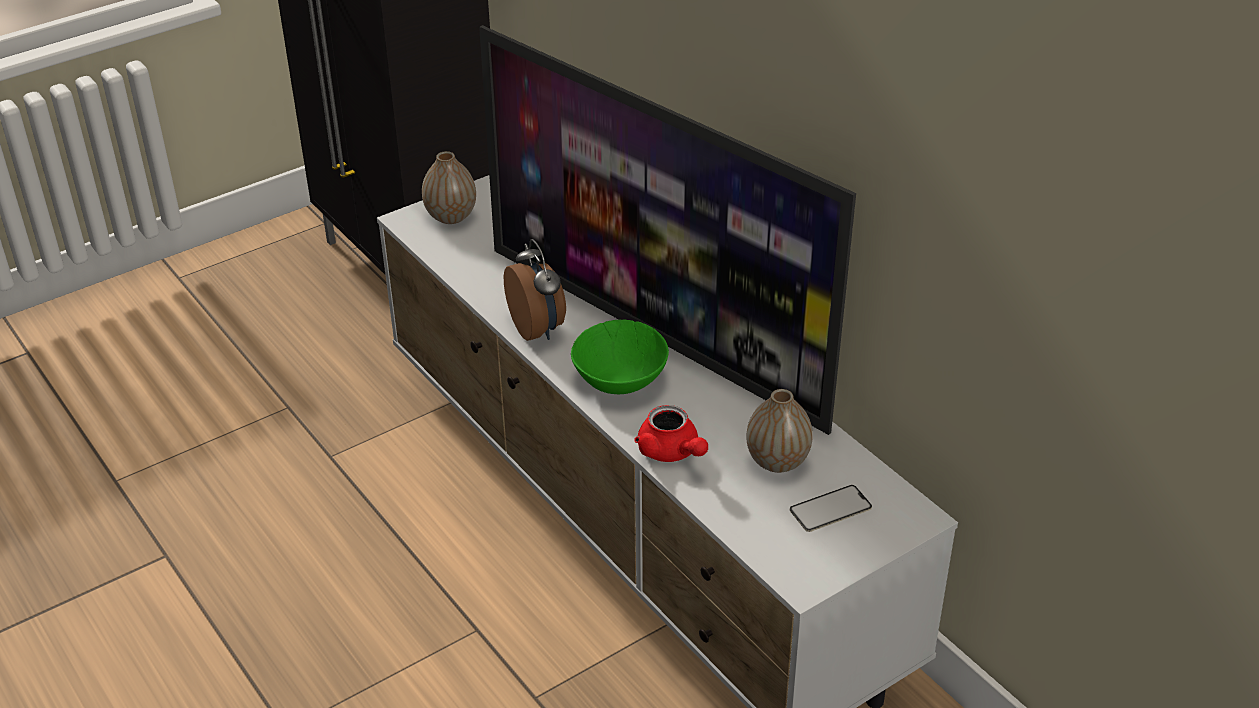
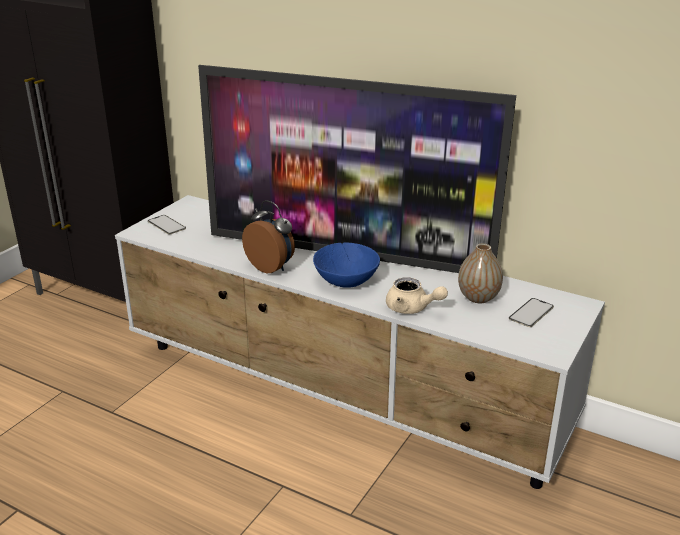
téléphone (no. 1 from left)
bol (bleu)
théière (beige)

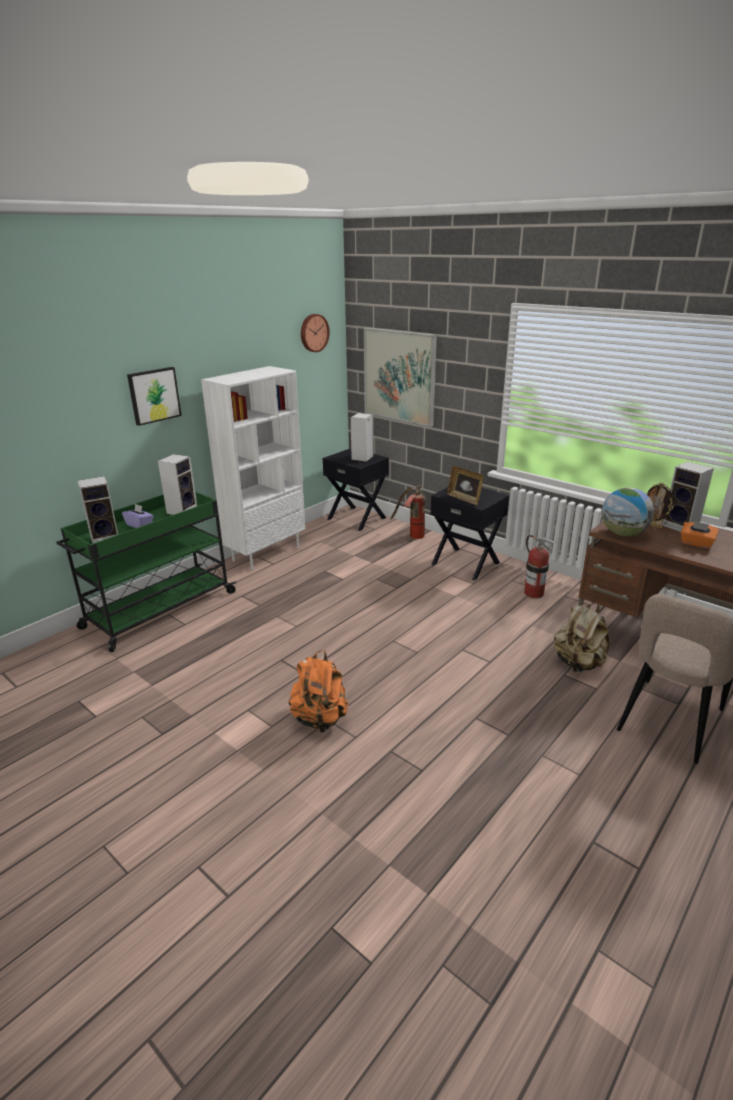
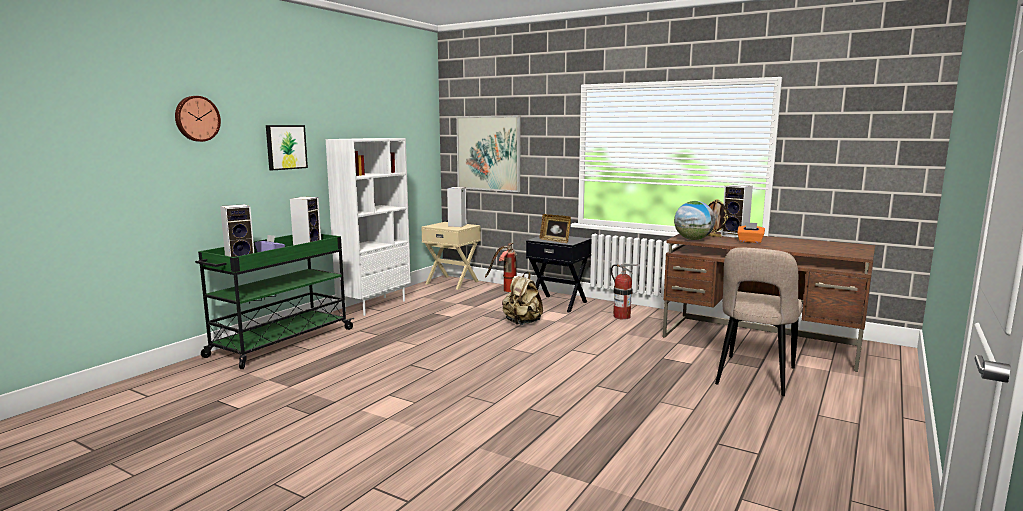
sac à dos (orange)
horloge murale
table de chevet (beige)
sac à dos (beige)

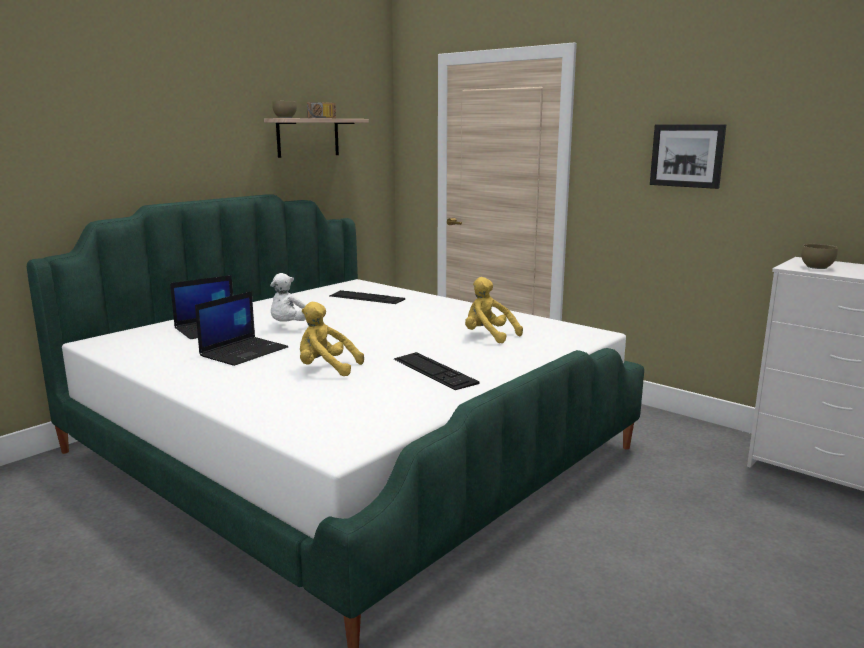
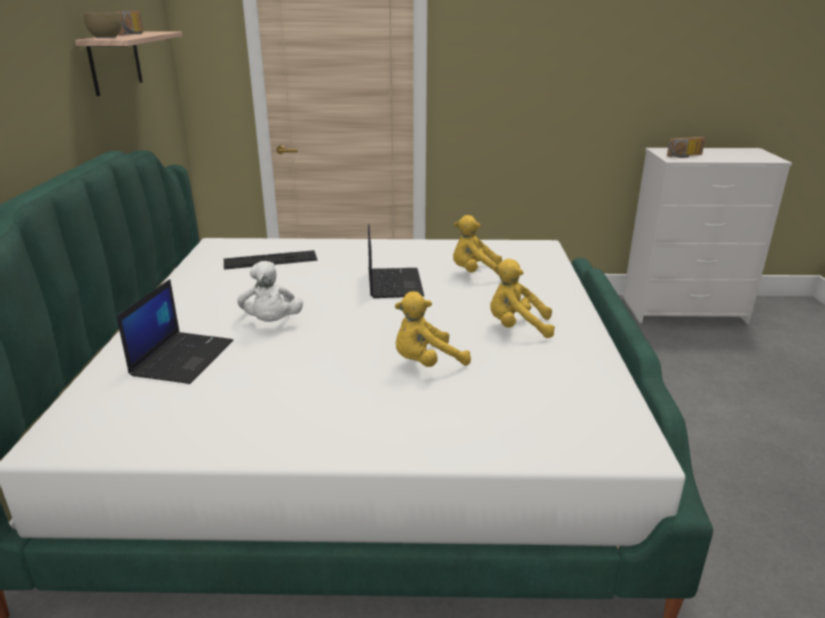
ordinateur portable (no. 2 from left)
peluche (jaune) (no. 3 from left)
tableau
radio (no. 2 from left)

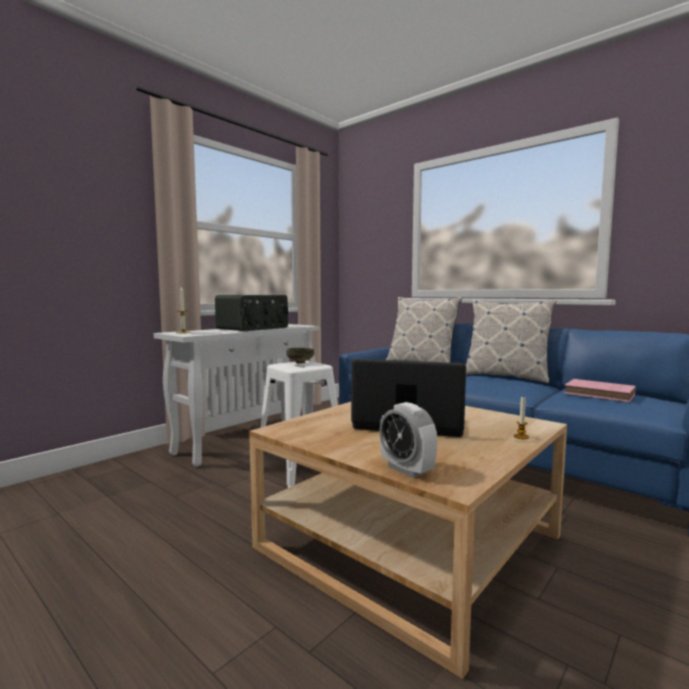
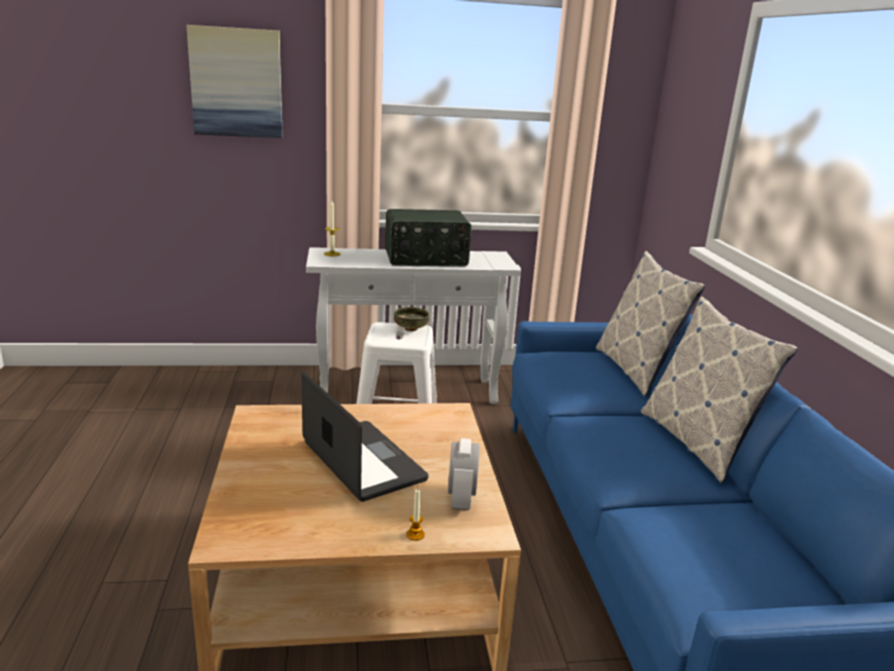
réveil
livre (rose)
tableau

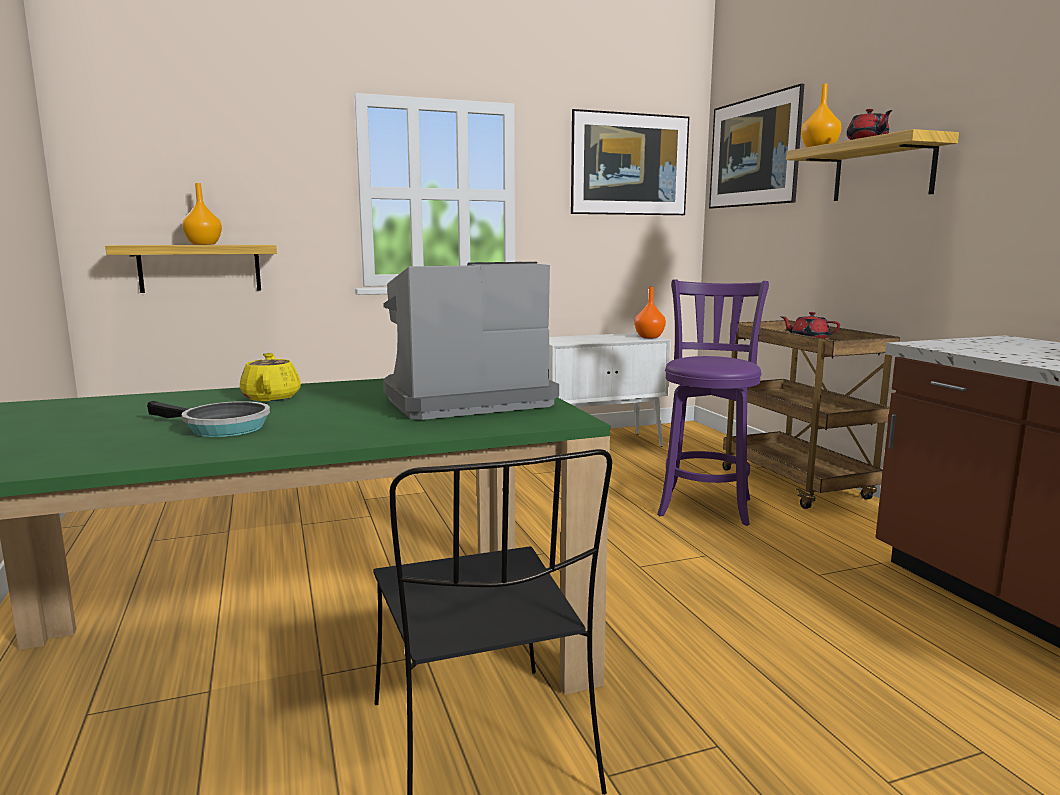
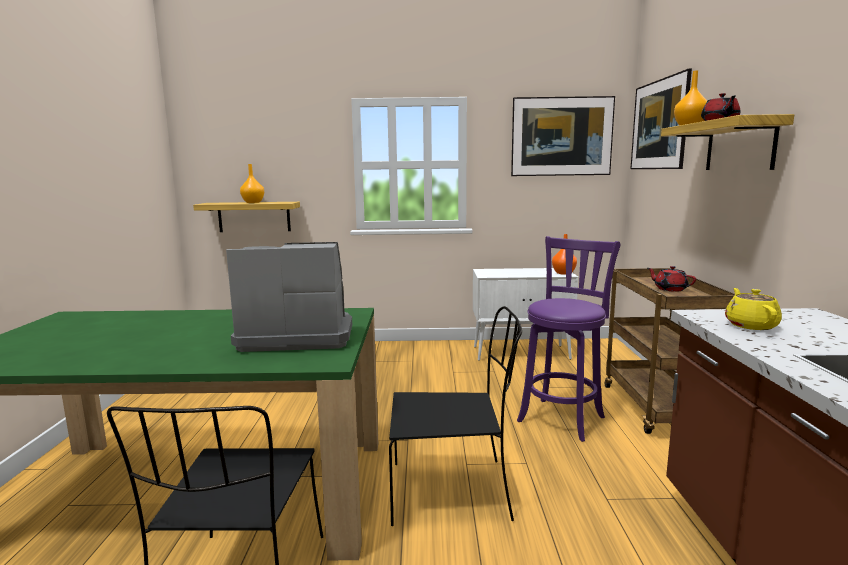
poêle
théière (jaune)
chaise (noir) (no. 2 from left)

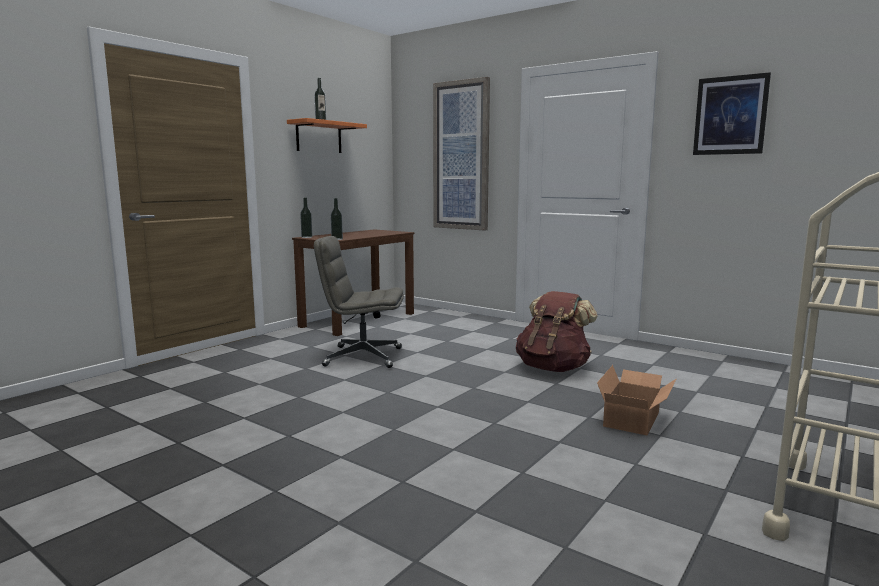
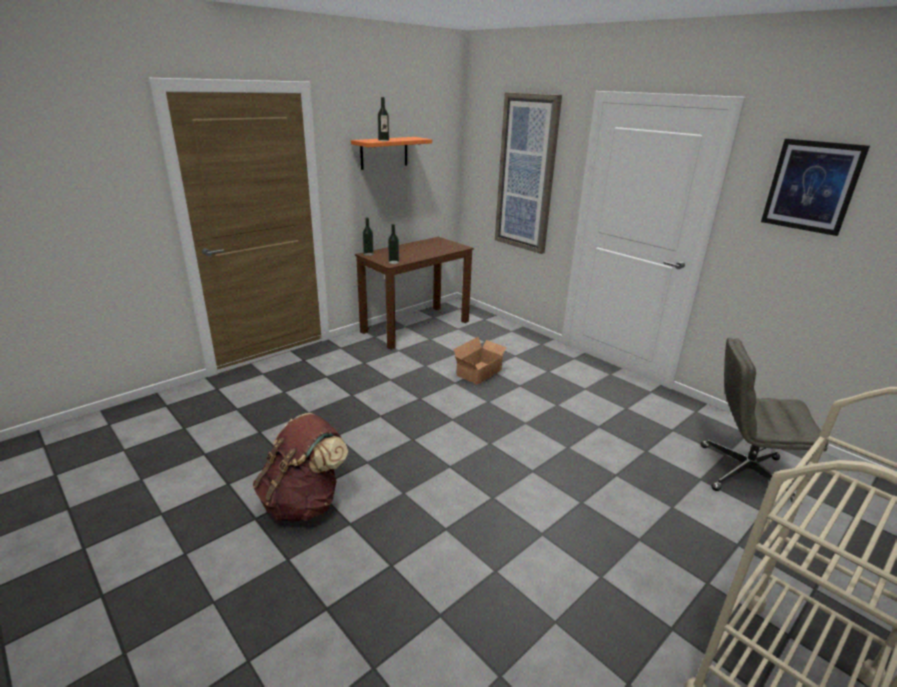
chaise de bureau (gris)
sac à dos (marron)
carton

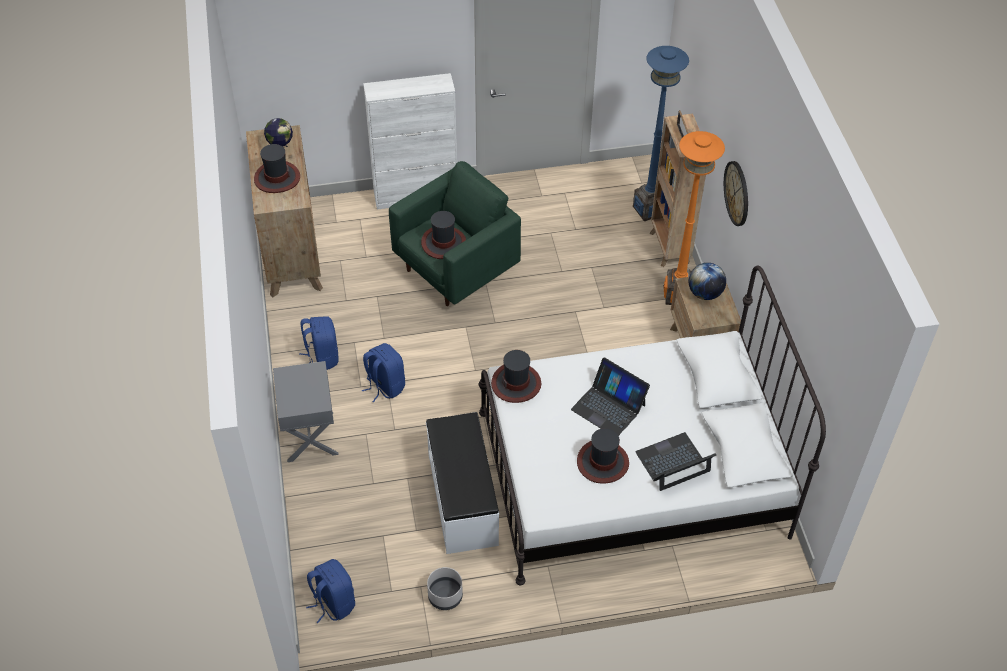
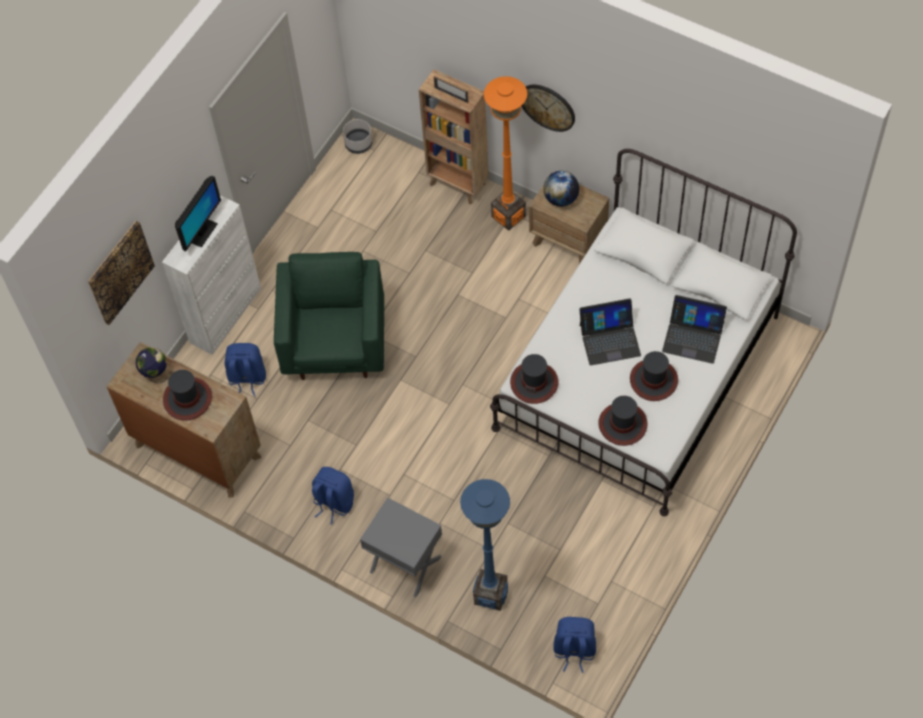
sac à dos (bleu) (no. 1 from left)
chapeau (no. 3 from left)
banc (blanc)
cache-pot (gris)
lampadaire (bleu)
ordinateur portable (no. 2 from left)
tableau
écran d'ordinateur

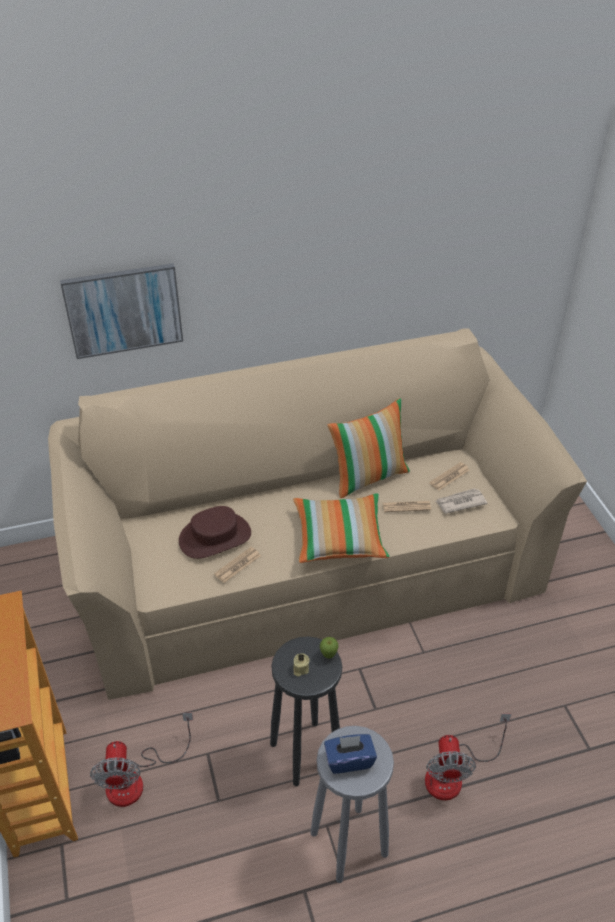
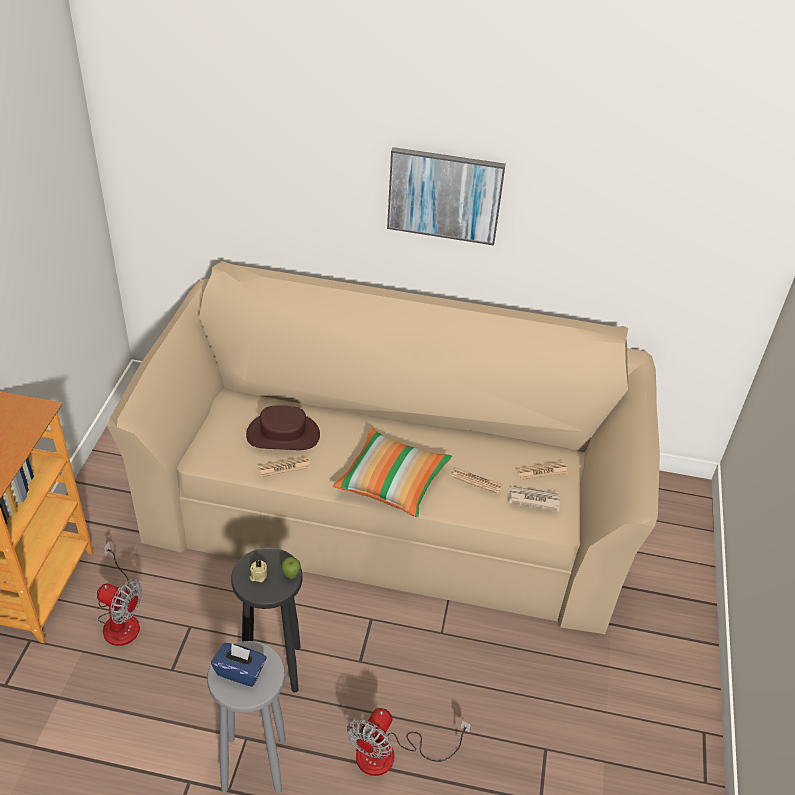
tableau
ventilateur (no. 1 from left)
coussin (no. 2 from left in the first image)

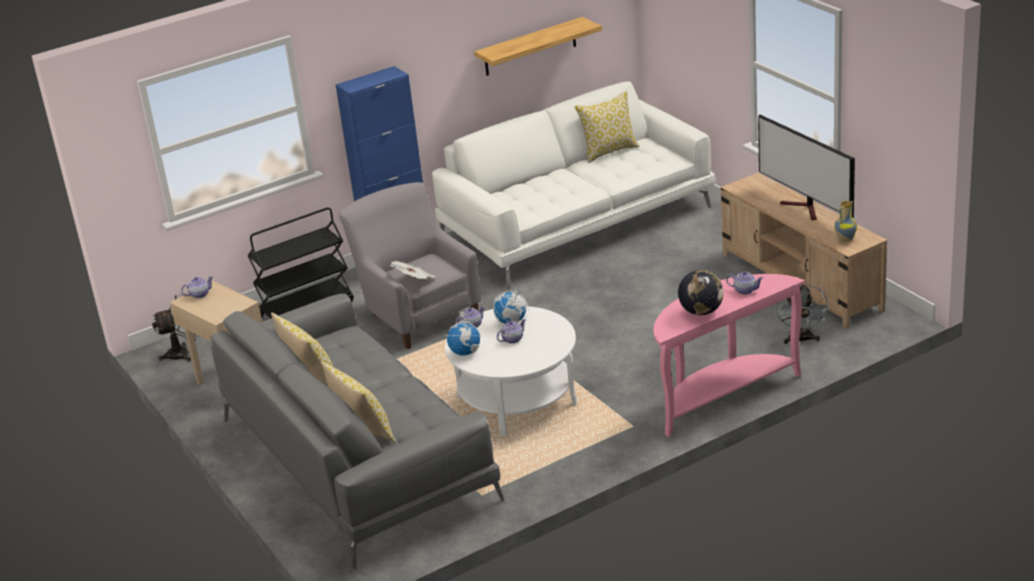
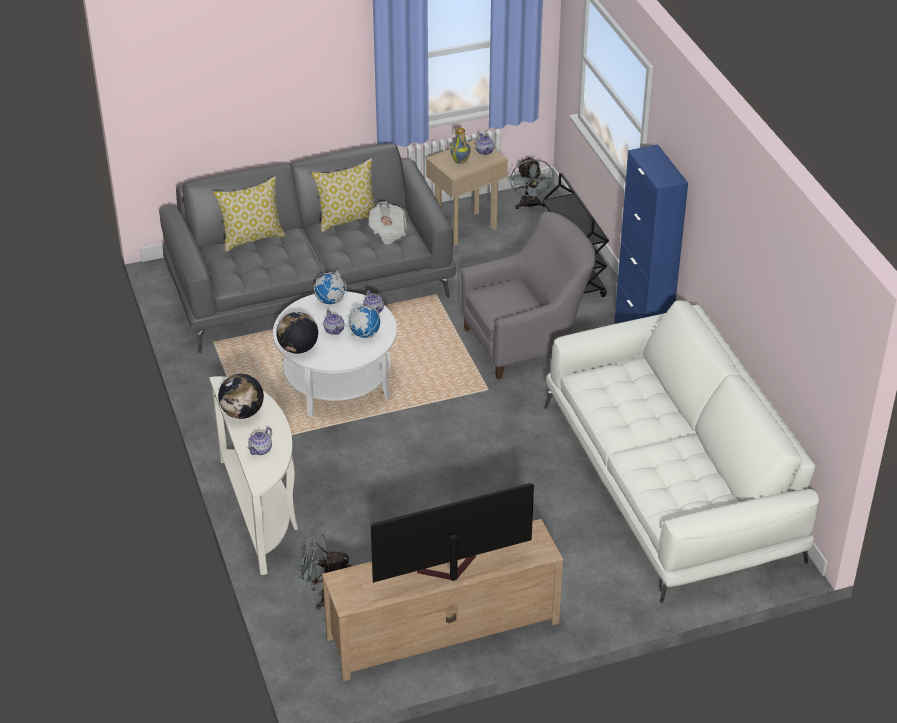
journal
étagère
coussin (no. 3 from left in the first image)
table console (blanc)
vase
globe (no. 2 from left)

